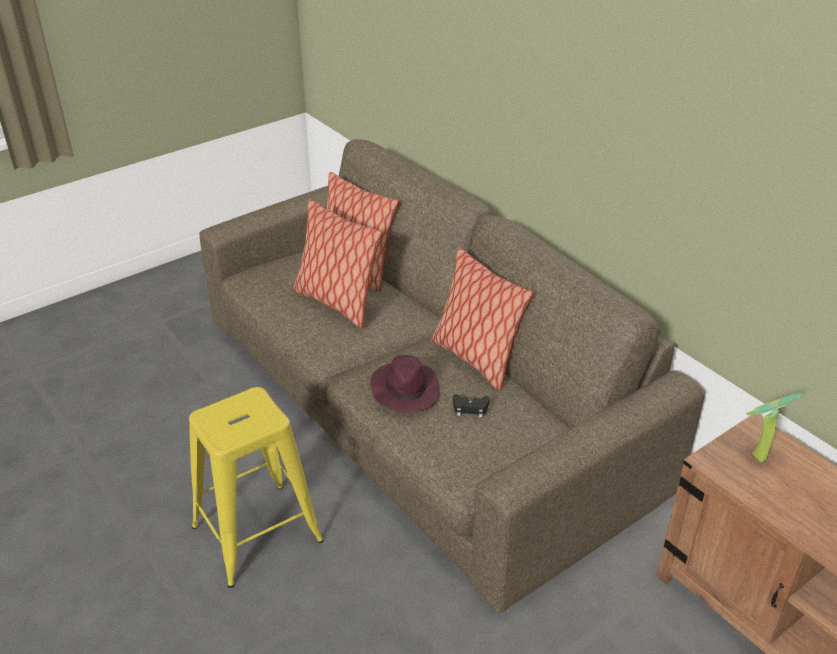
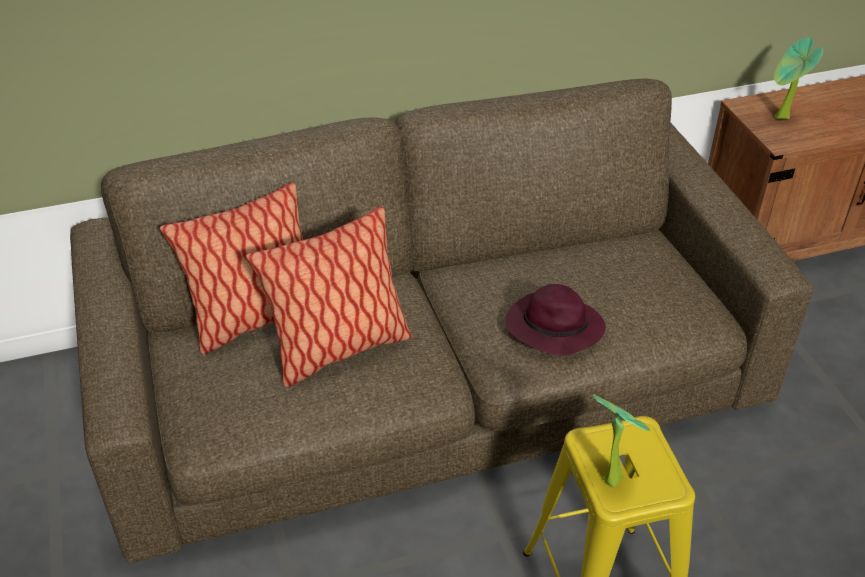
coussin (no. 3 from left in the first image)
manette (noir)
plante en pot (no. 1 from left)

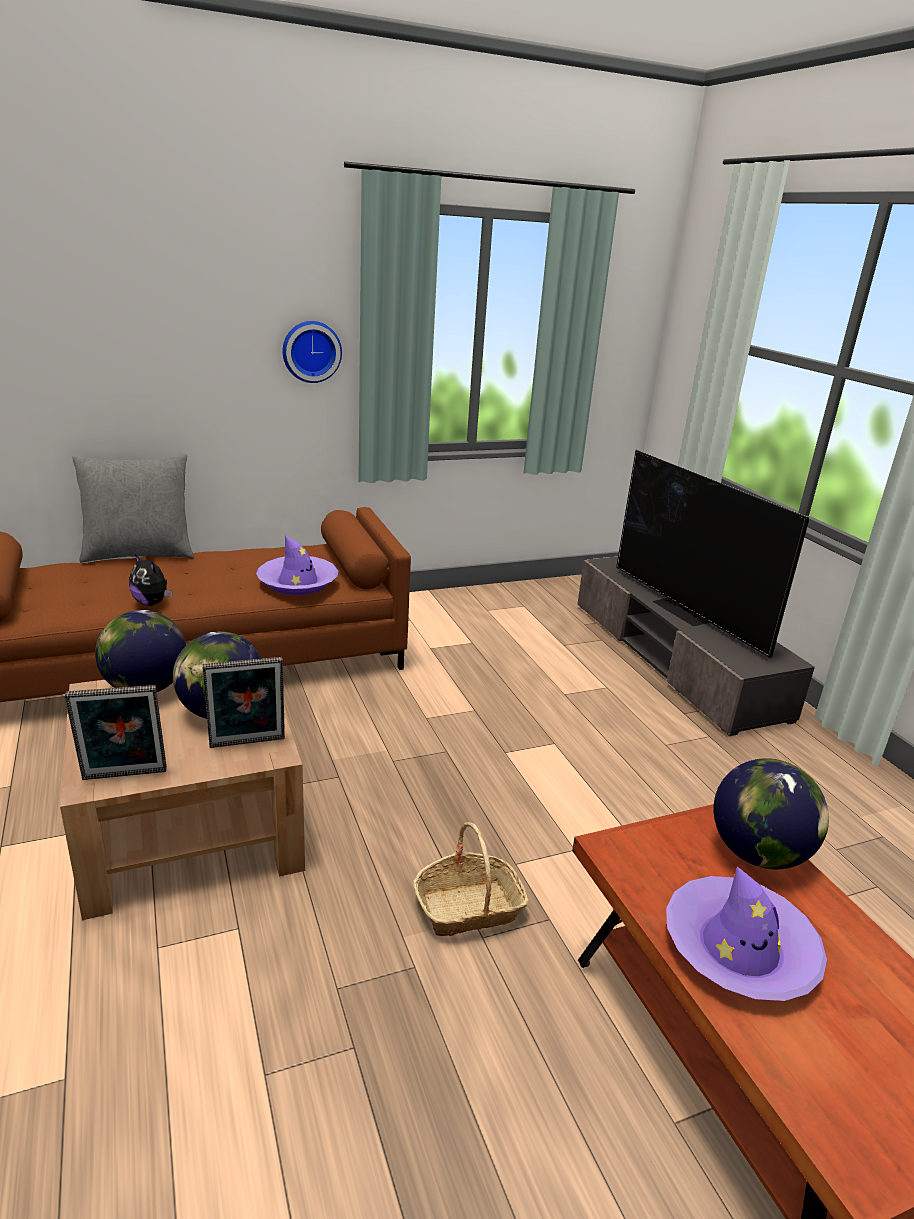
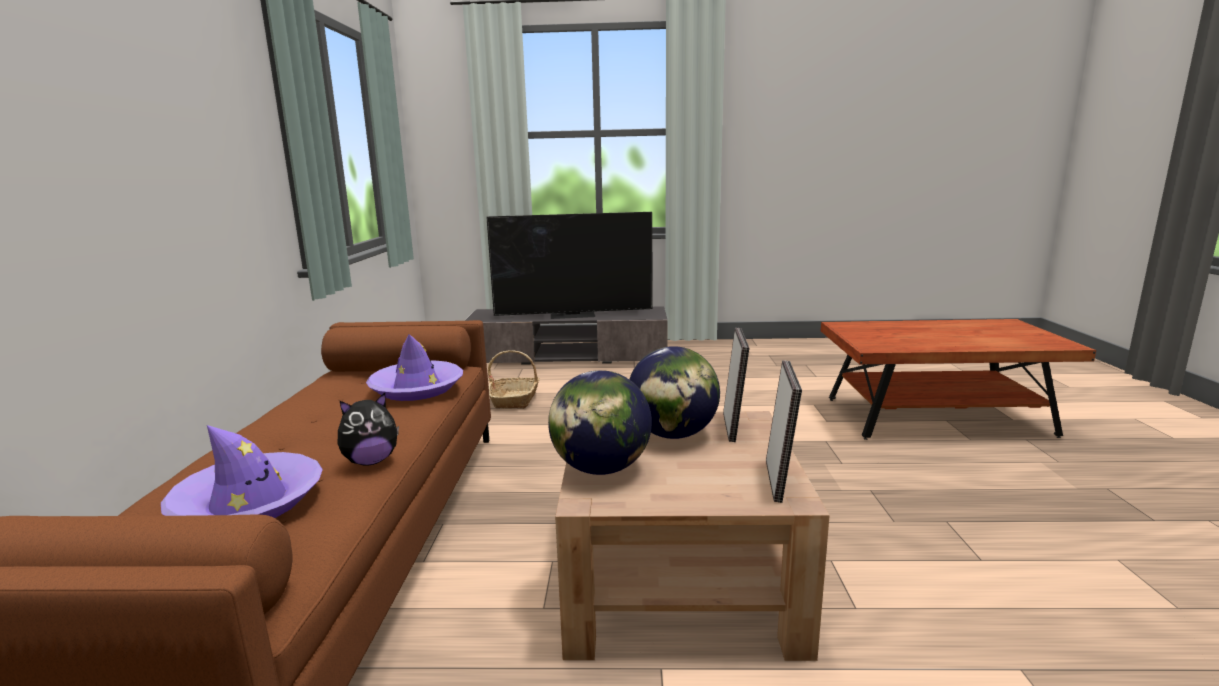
coussin (gris)
horloge murale
panier
chapeau (violet) (no. 1 from left)
globe (no. 3 from left in the first image)

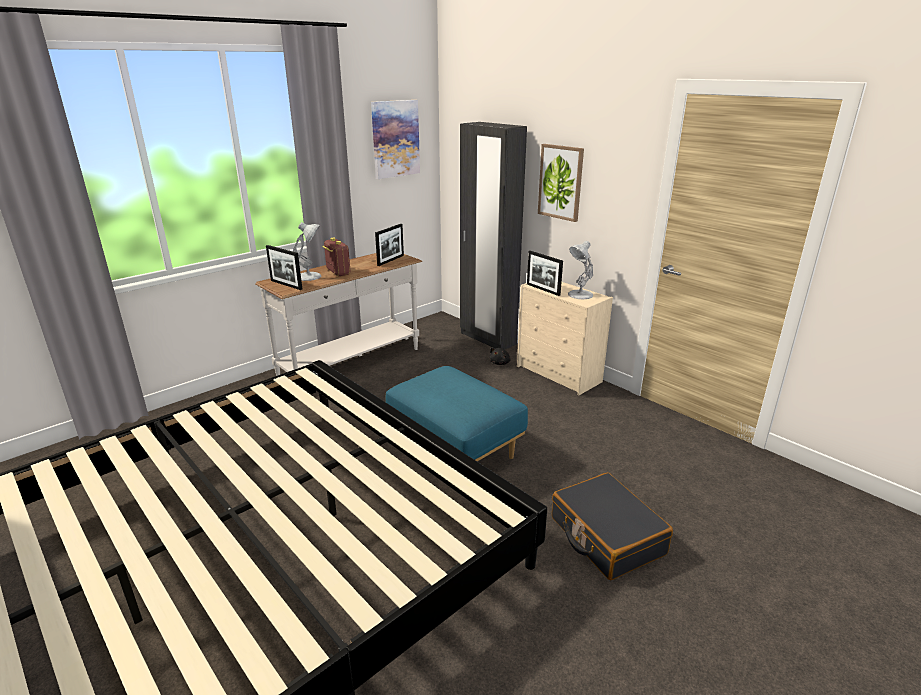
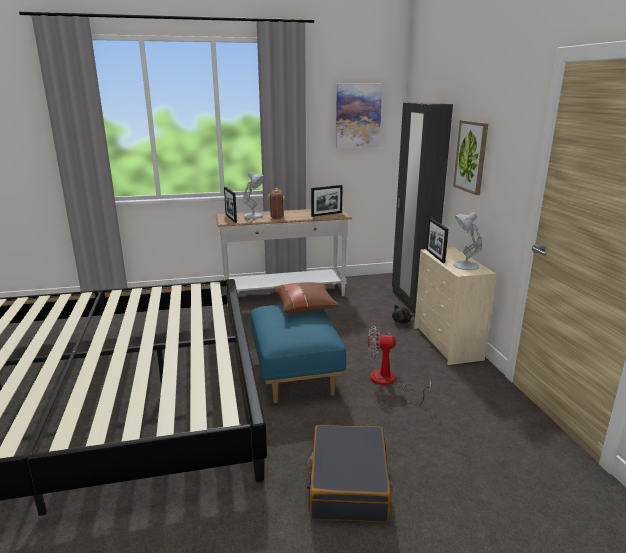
coussin (marron)
ventilateur

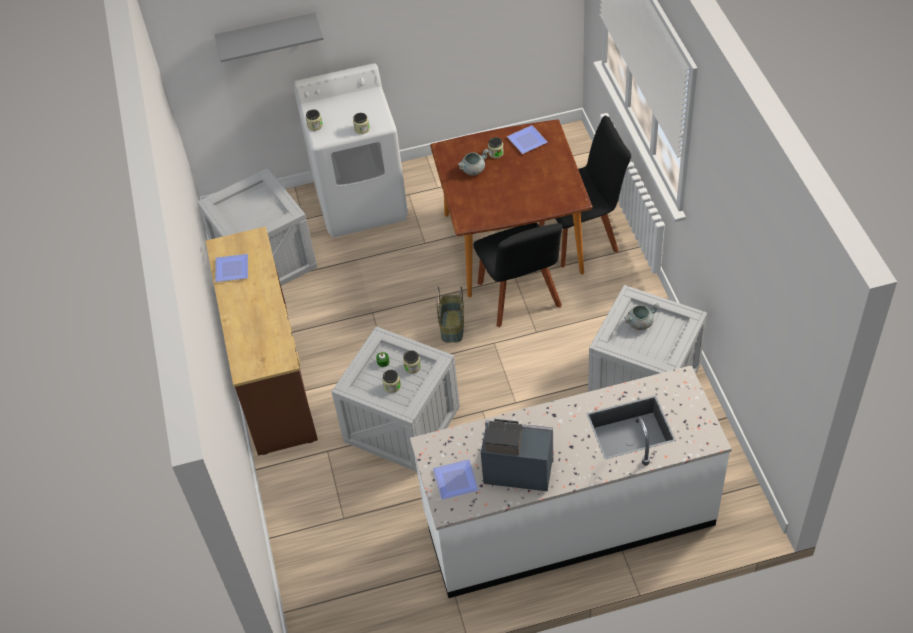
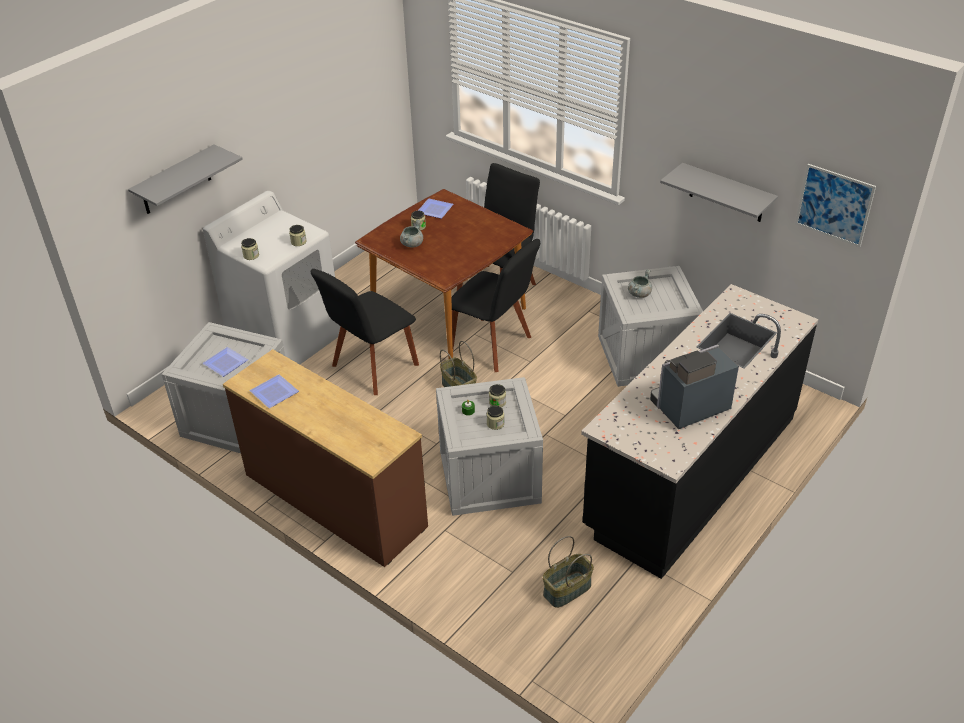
comptoir de cuisine (noir)
assiette (no. 1 from left)
chaise (noir) (no. 1 from left)
panier (no. 2 from left)
étagère (gris) (no. 2 from left)
tableau

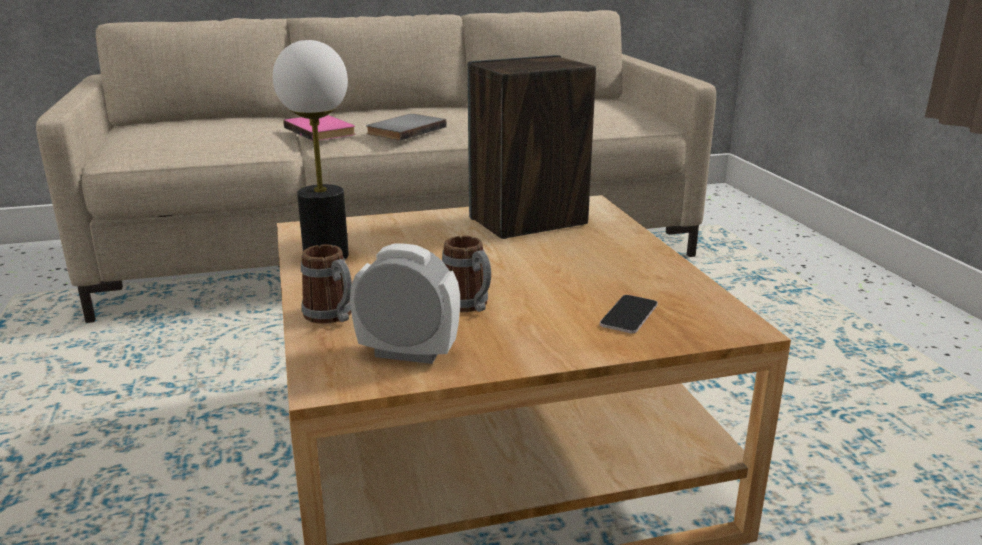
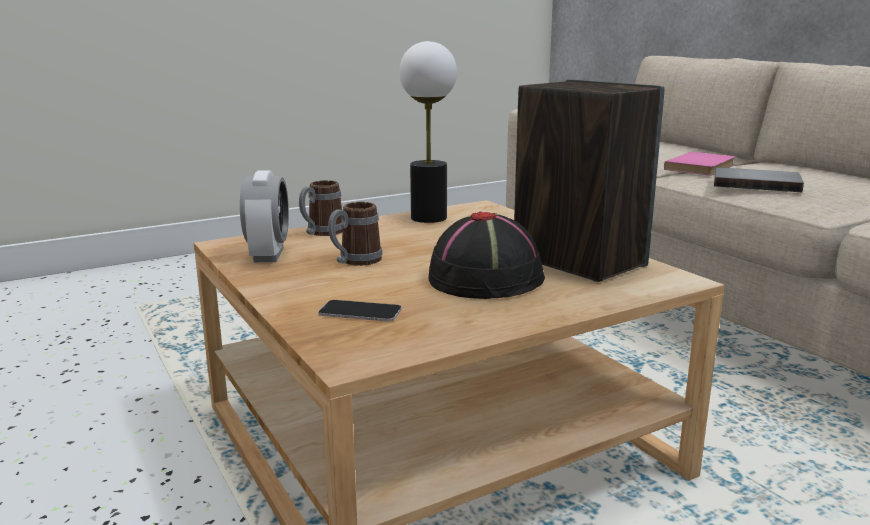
chapeau (noir)

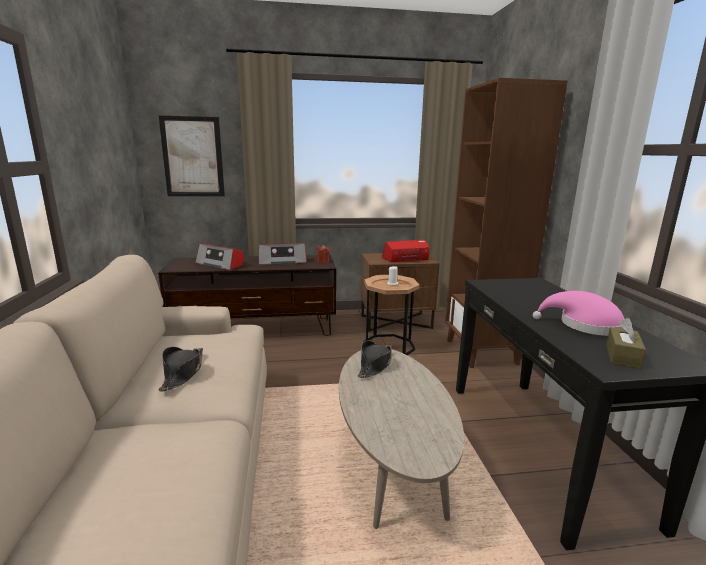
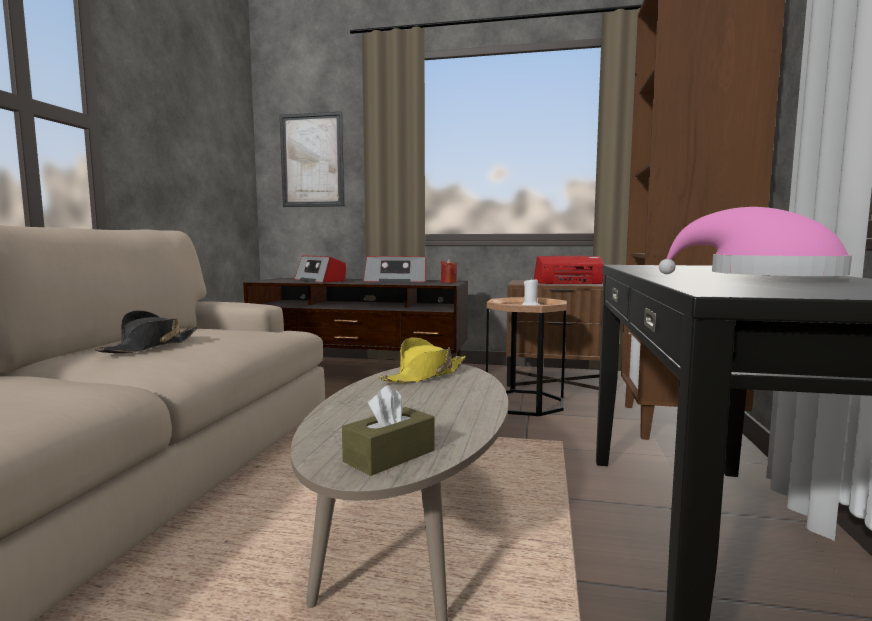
chapeau (jaune)
boîte à mouchoirs (marron)

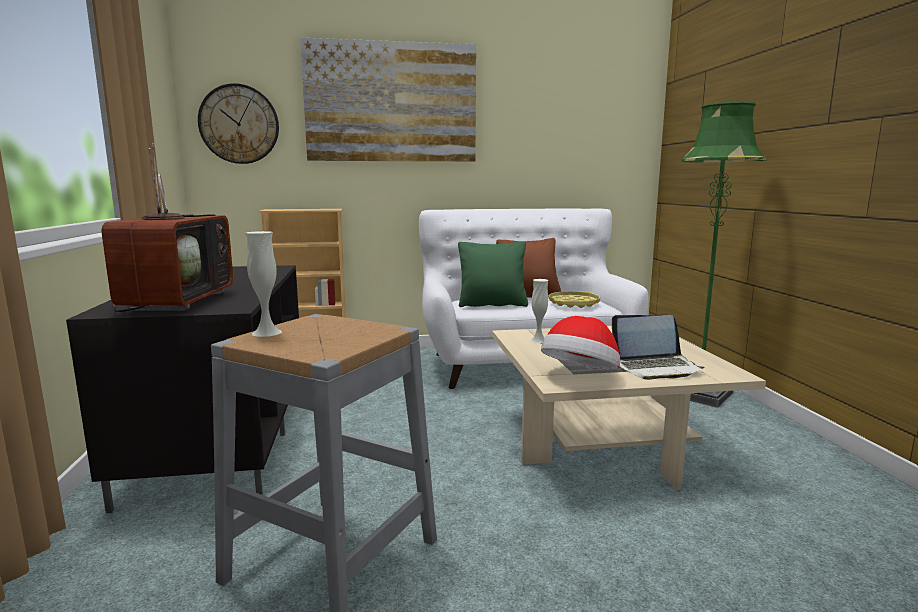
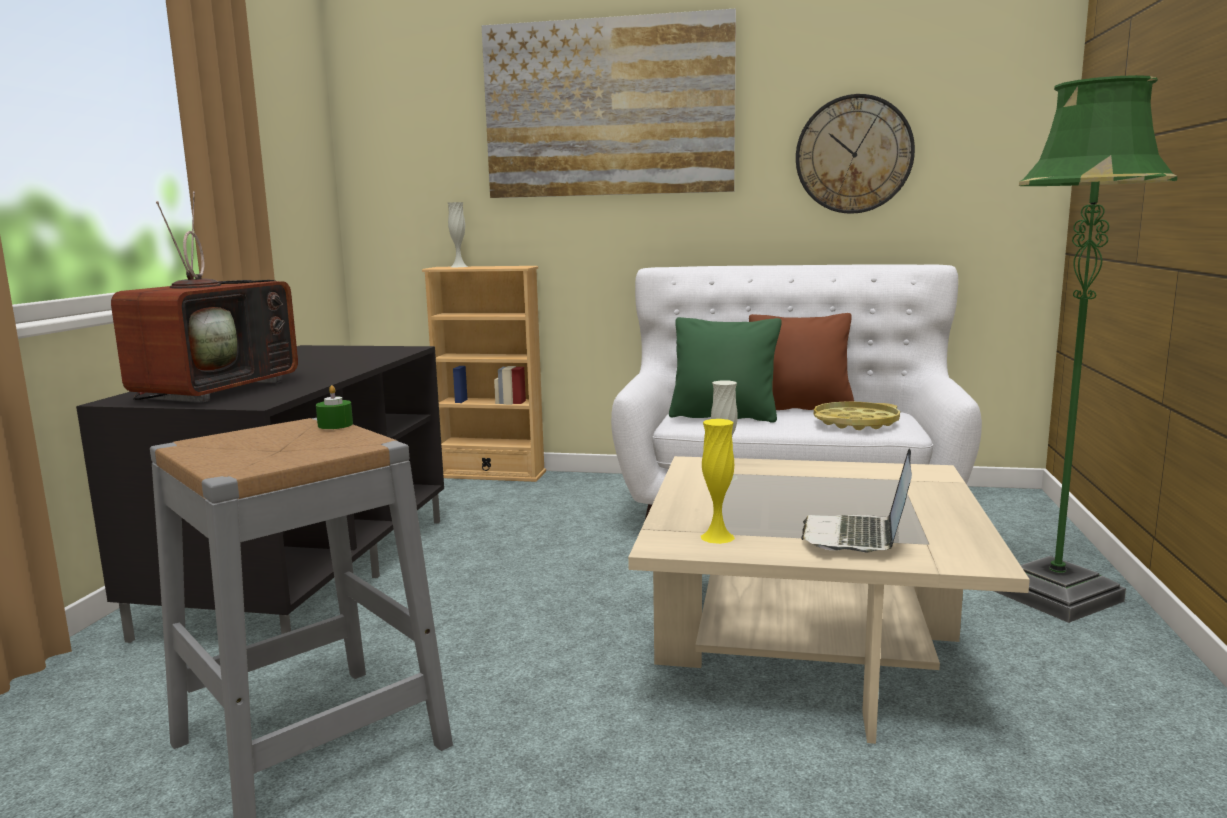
horloge murale
vase (blanc) (no. 1 from left)
vase (jaune)
ordinateur portable
bougie (vert)

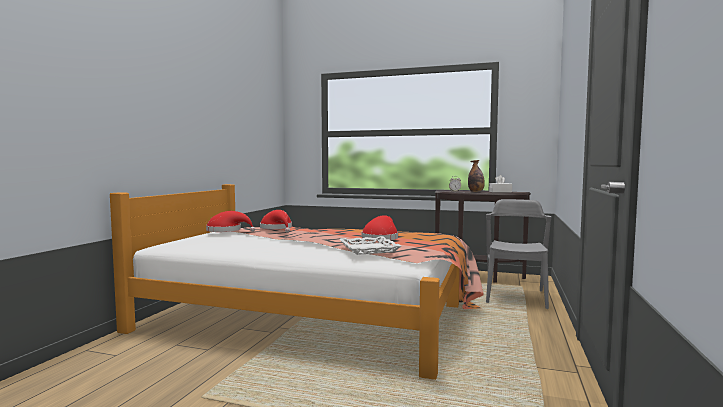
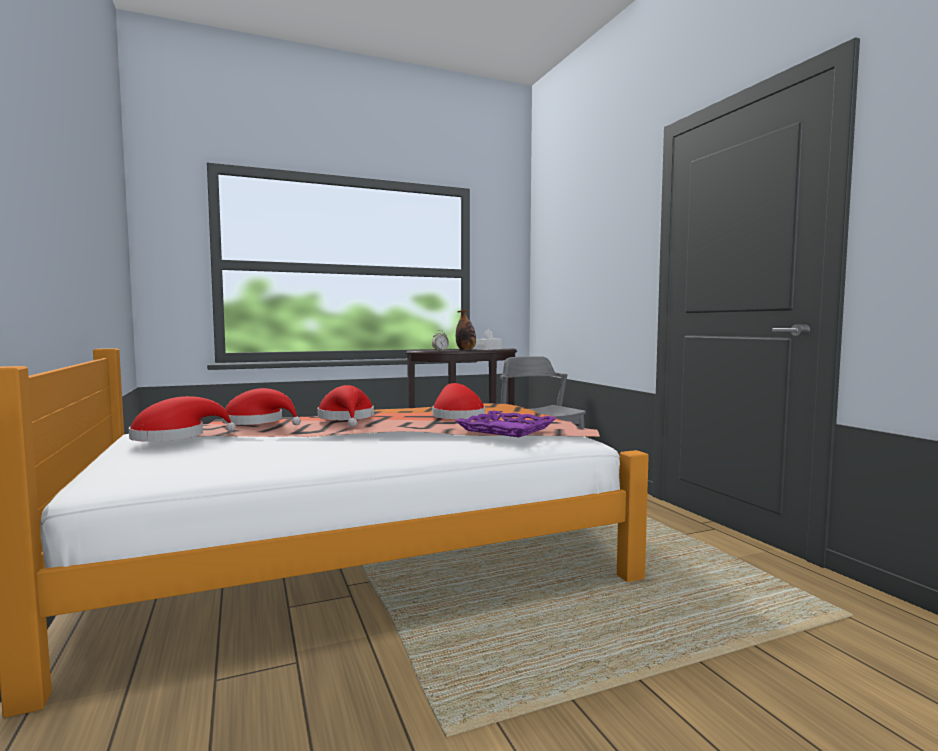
plateau (violet)
chapeau (rouge) (no. 3 from left)

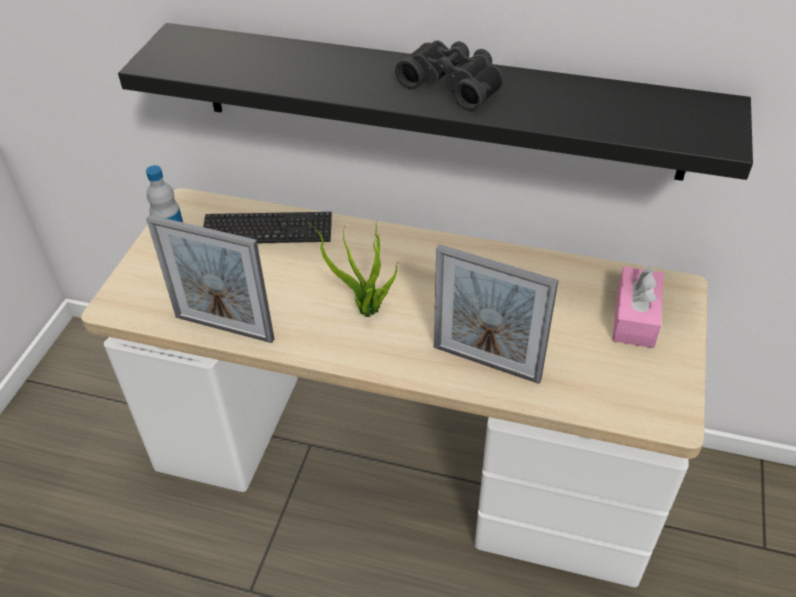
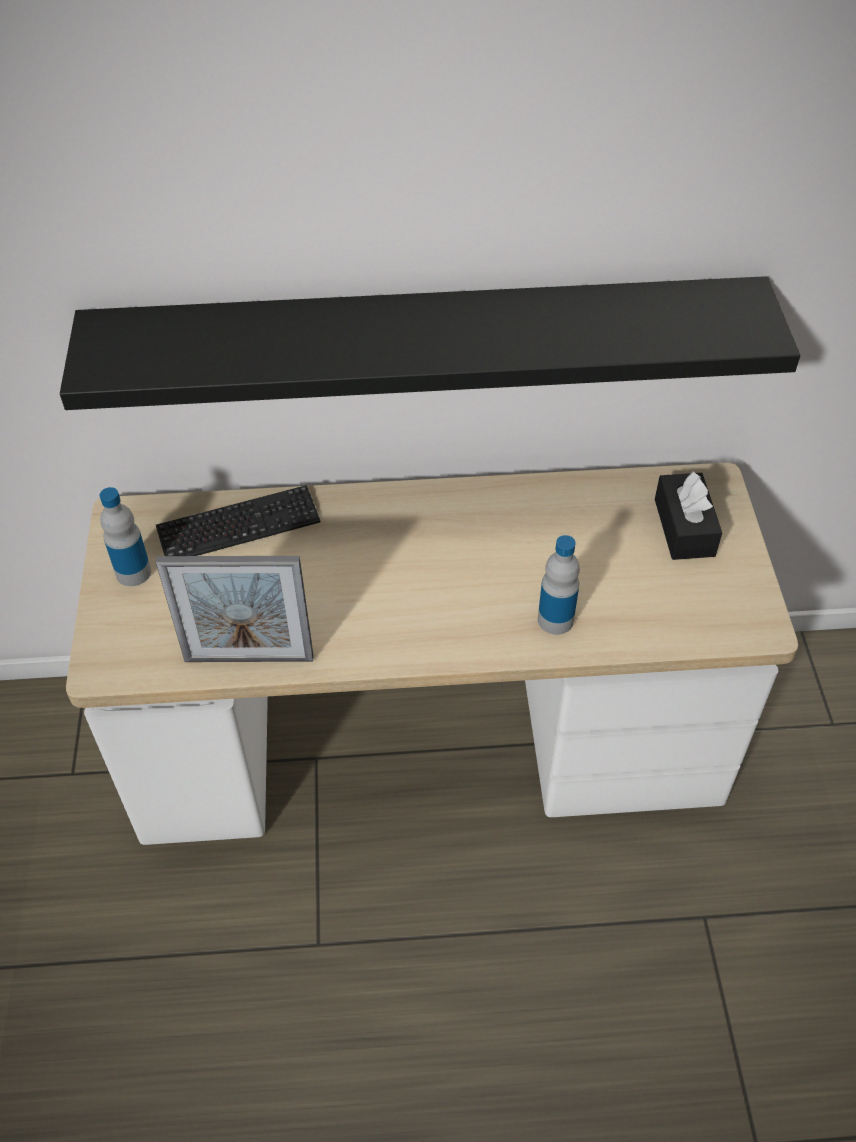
plante en pot
jumelles (noir)
bouteille (no. 2 from left)
boîte à mouchoirs (noir)

